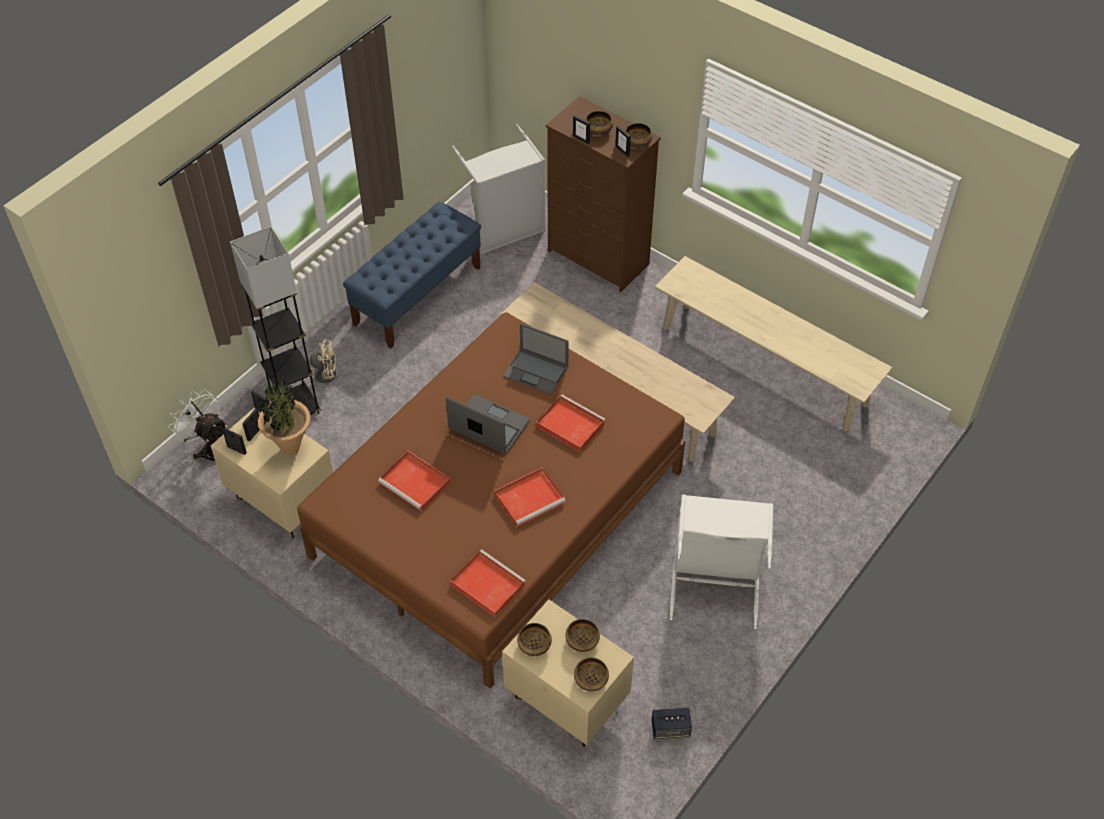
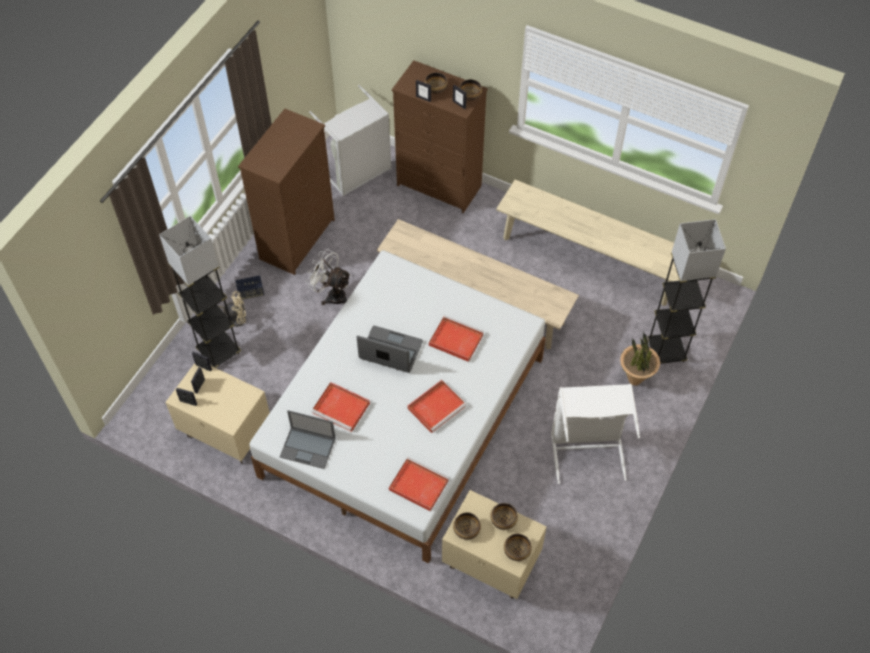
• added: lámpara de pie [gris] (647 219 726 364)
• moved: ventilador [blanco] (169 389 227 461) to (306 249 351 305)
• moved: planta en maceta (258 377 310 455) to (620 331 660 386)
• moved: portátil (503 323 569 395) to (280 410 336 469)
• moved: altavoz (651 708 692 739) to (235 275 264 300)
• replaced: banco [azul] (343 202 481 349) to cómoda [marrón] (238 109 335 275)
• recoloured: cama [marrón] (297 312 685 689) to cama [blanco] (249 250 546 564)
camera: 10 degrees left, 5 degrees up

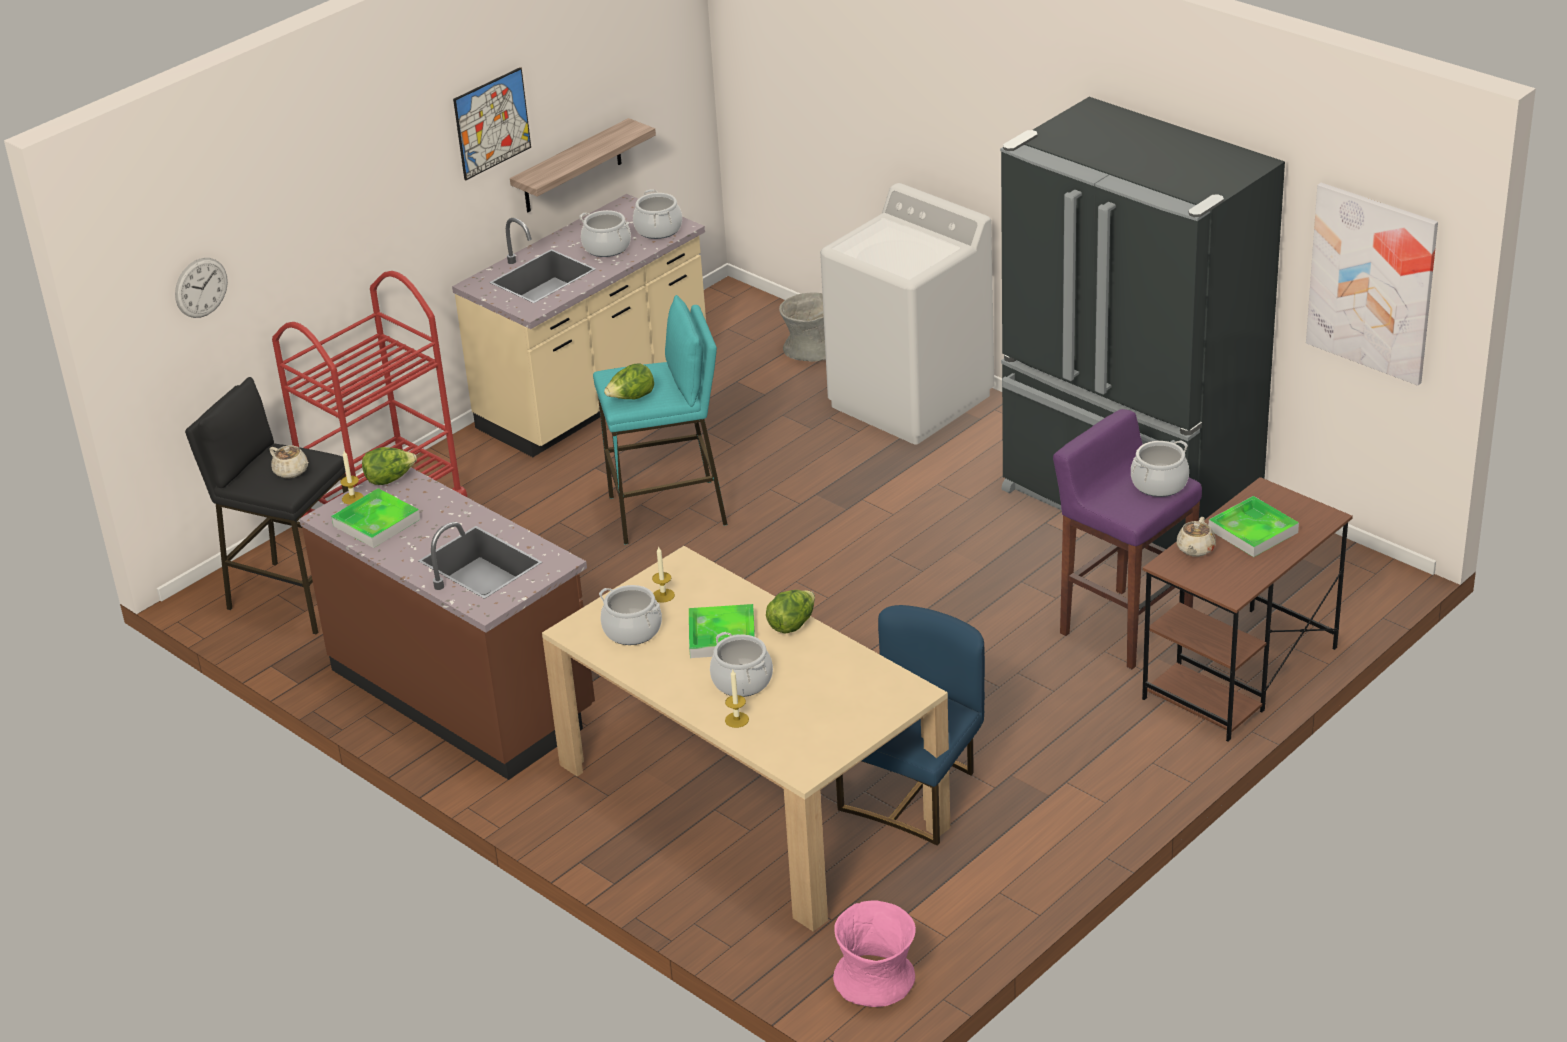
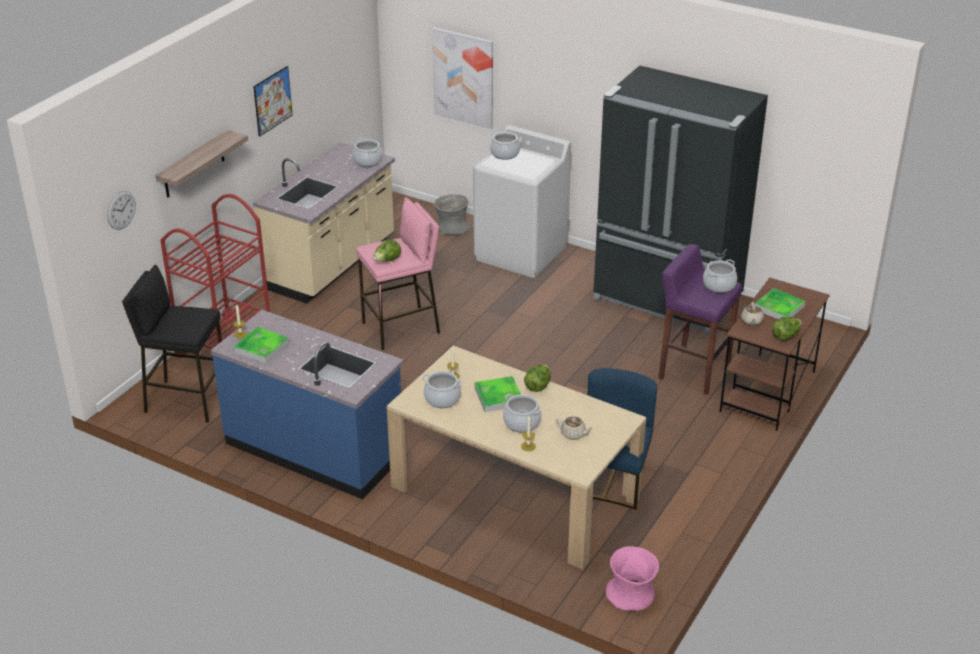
• moved: tetera [beis] (269 445 309 478) to (556 416 594 440)
• moved: lechuga (362 447 417 485) to (772 317 802 340)
• moved: estante (510 118 656 212) to (155 130 248 197)
• moved: olla (579 210 631 257) to (489 132 521 160)
• moved: cuadro (1306 183 1438 386) to (432 27 493 129)
• recoloured: mueble bajo de cocina [marrón] (299 468 595 780) to mueble bajo de cocina [azul] (211 310 404 499)
• recoloured: taburete [turquesa] (593 295 728 545) to taburete [rosa] (356 197 440 351)
camera: 15 degrees left, 0 degrees up

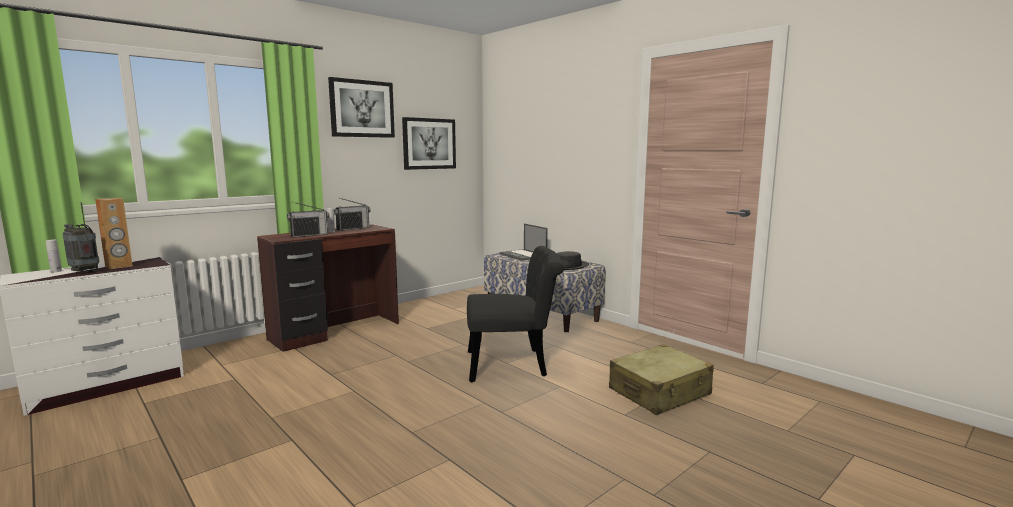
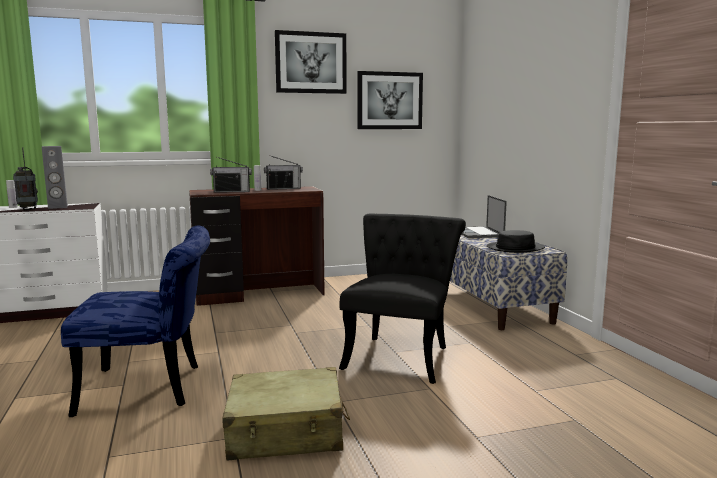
• added: silla [azul] (61 225 210 417)
• moved: maleta [beis] (609 344 714 415) to (223 367 350 460)
• recoloured: altavoz [marrón] (95 198 133 269) to altavoz [gris] (42 146 68 209)
• turned: silla [negro] (467 246 564 382) = (339 213 466 384) 90 degrees counterclockwise
camera: 25 degrees right, 0 degrees up

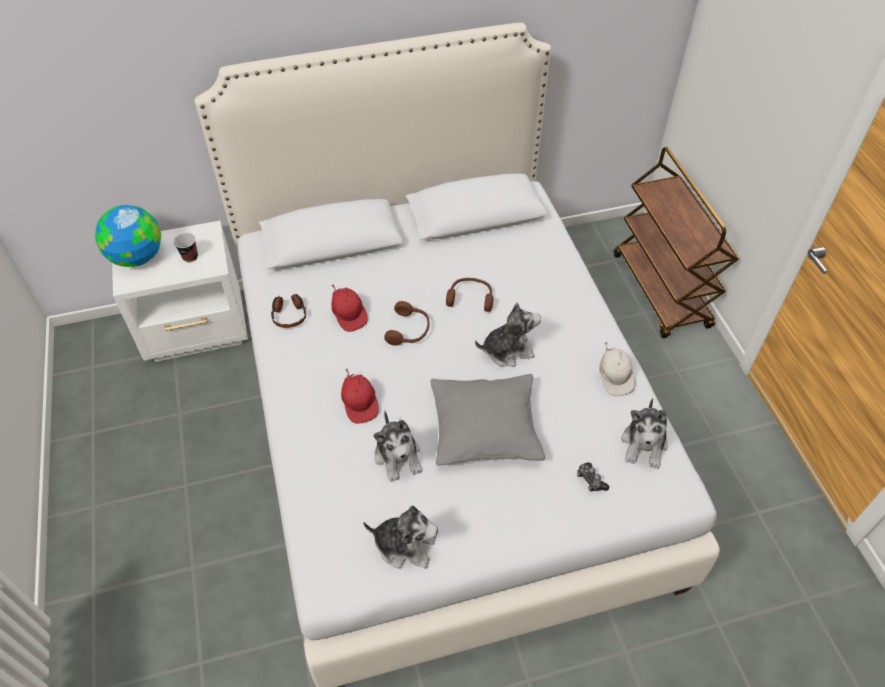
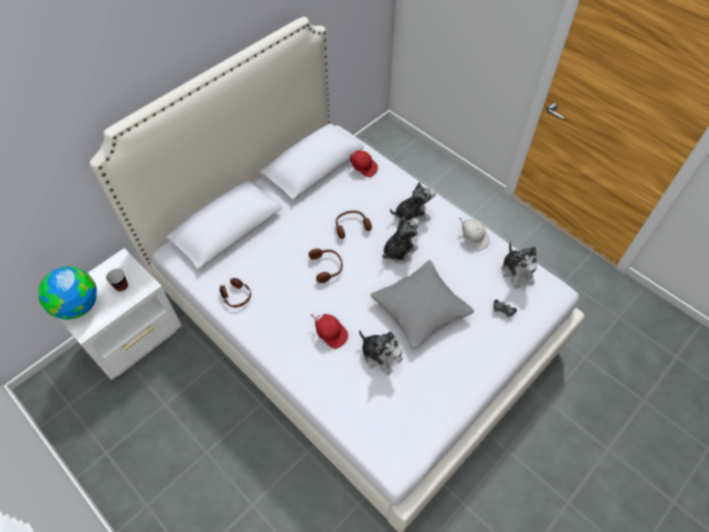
• removed: carrito [marrón] (614 147 739 338)
• moved: gorra [rojo] (331 285 368 332) to (347 150 378 177)
• moved: peluche (363 505 438 569) to (390 182 436 221)
camera: 30 degrees left, 5 degrees up

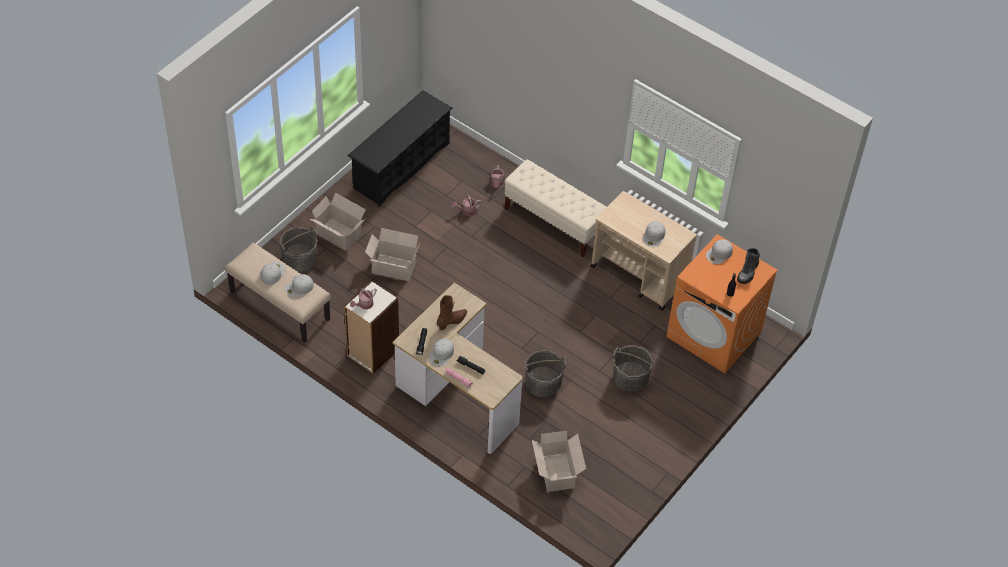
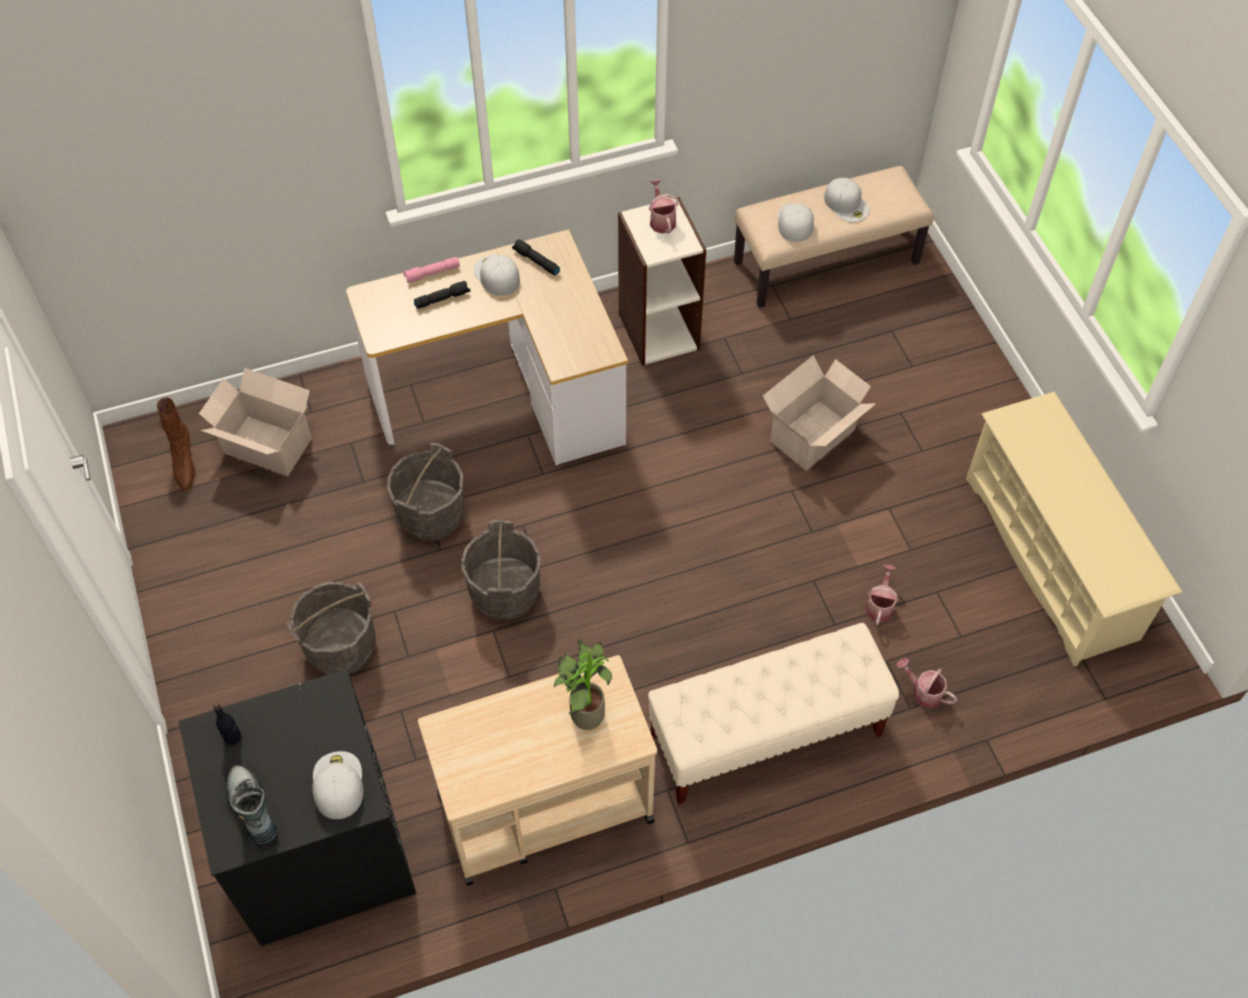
• removed: caja de cartón (310 193 366 250)
• removed: gorra [blanco] (642 221 665 247)
• added: planta en maceta (553 639 612 730)
• moved: cubo [gris] (279 227 318 273) to (461 520 541 621)
• moved: bota [marrón] (437 295 467 330) to (157 397 196 491)
• recoloured: zapatero [negro] (348 90 452 207) to zapatero [beis] (966 391 1183 666)
• recoloured: lavadora [naranja] (666 234 778 373) to lavadora [negro] (179 669 416 946)
camera: 125 degrees right, 5 degrees up

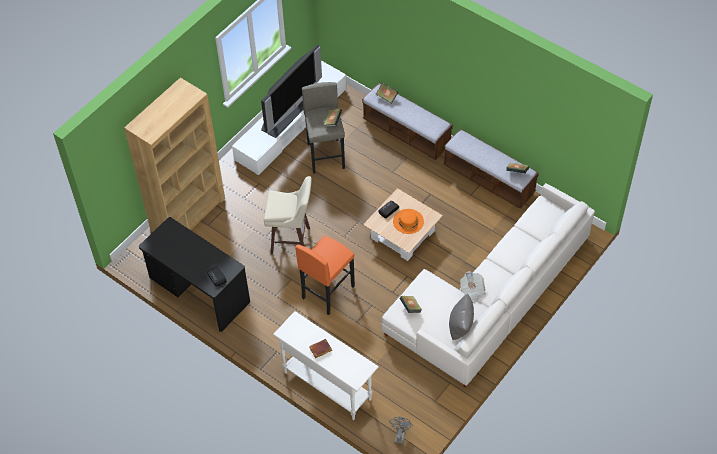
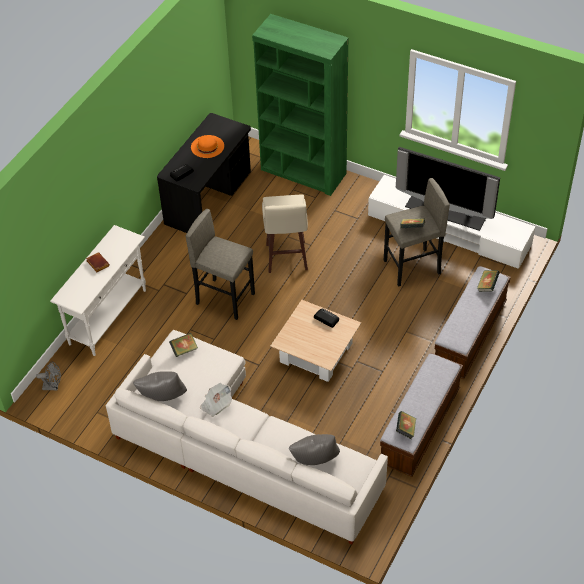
• added: cojín [gris] (288 434 340 465)
• moved: sombrero [naranja] (393 209 424 234) to (191 135 224 158)
• recoloured: estantería [marrón] (124 78 225 232) to estantería [verde] (252 14 348 196)
• recoloured: taburete [naranja] (295 236 355 315) to taburete [gris] (186 209 255 320)
camera: 80 degrees right, 5 degrees down

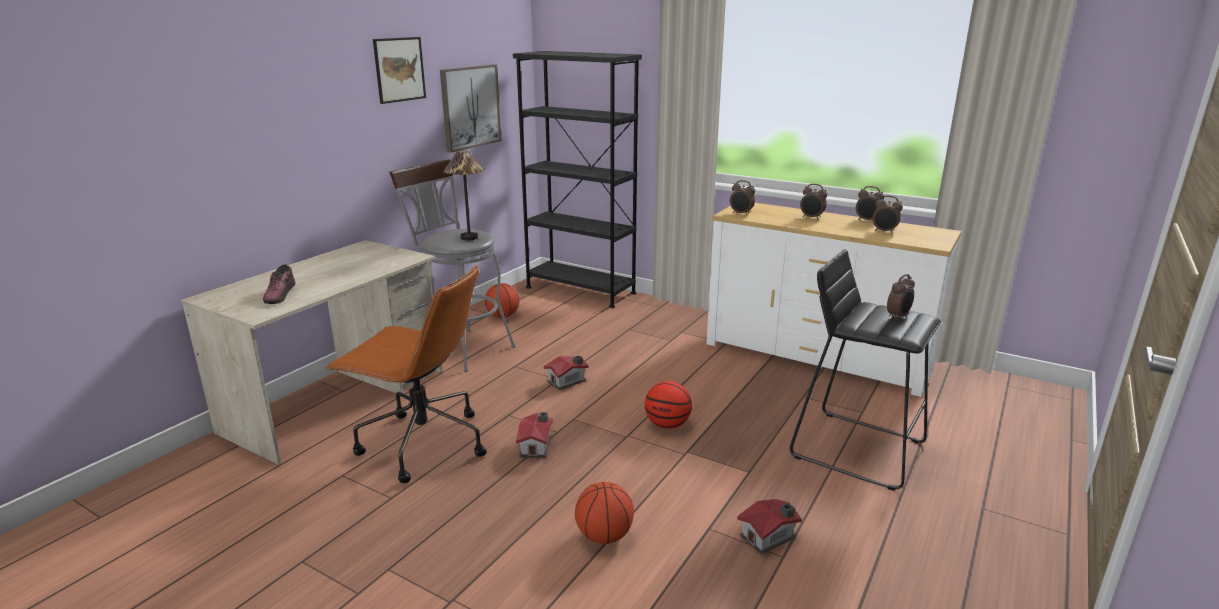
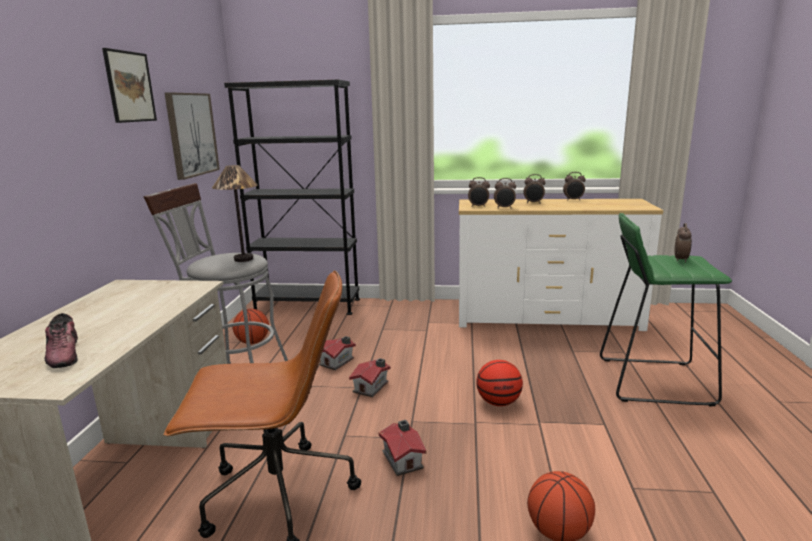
• moved: casita (737 499 802 554) to (319 336 356 370)
• moved: despertador (872 196 903 233) to (494 178 516 209)
• recoloured: taburete [negro] (790 249 941 491) to taburete [verde] (600 213 732 406)
camera: 25 degrees left, 5 degrees down

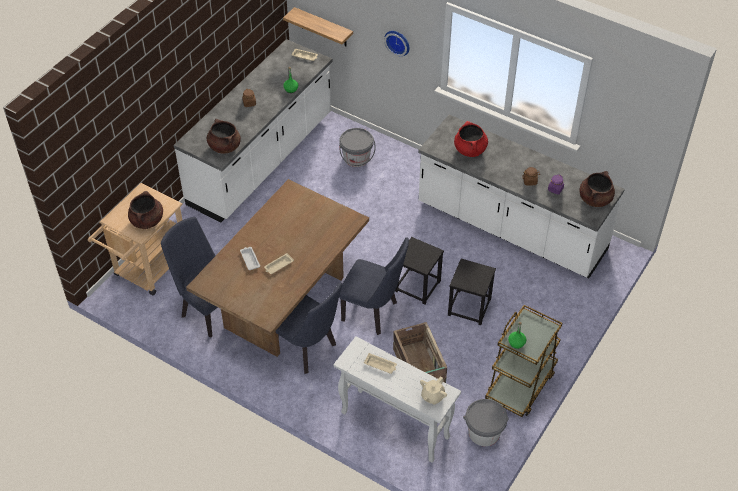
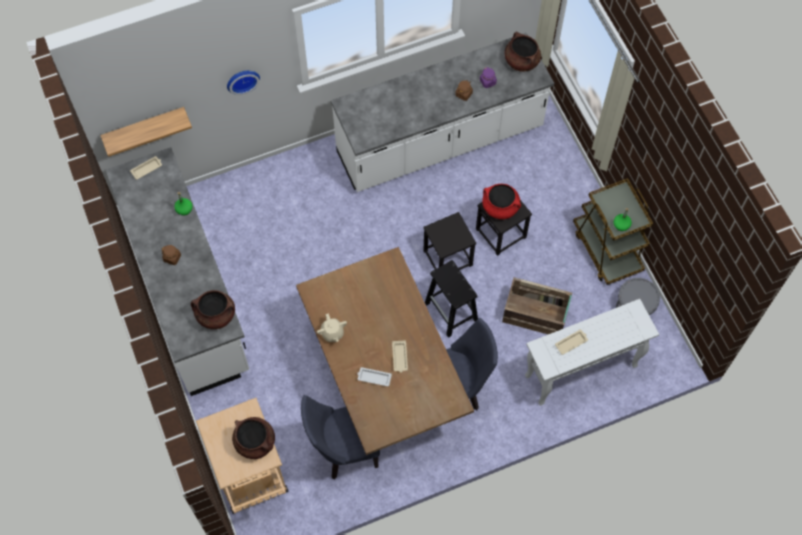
• removed: cubo [gris] (339 128 376 167)
• moved: tetera [beis] (420 376 447 405) to (317 313 347 342)
• moved: olla [rojo] (454 121 488 157) to (482 184 521 219)
• replaced: silla [azul] (339 237 409 335) to taburete [negro] (425 260 478 338)
camera: 55 degrees left, 15 degrees up

